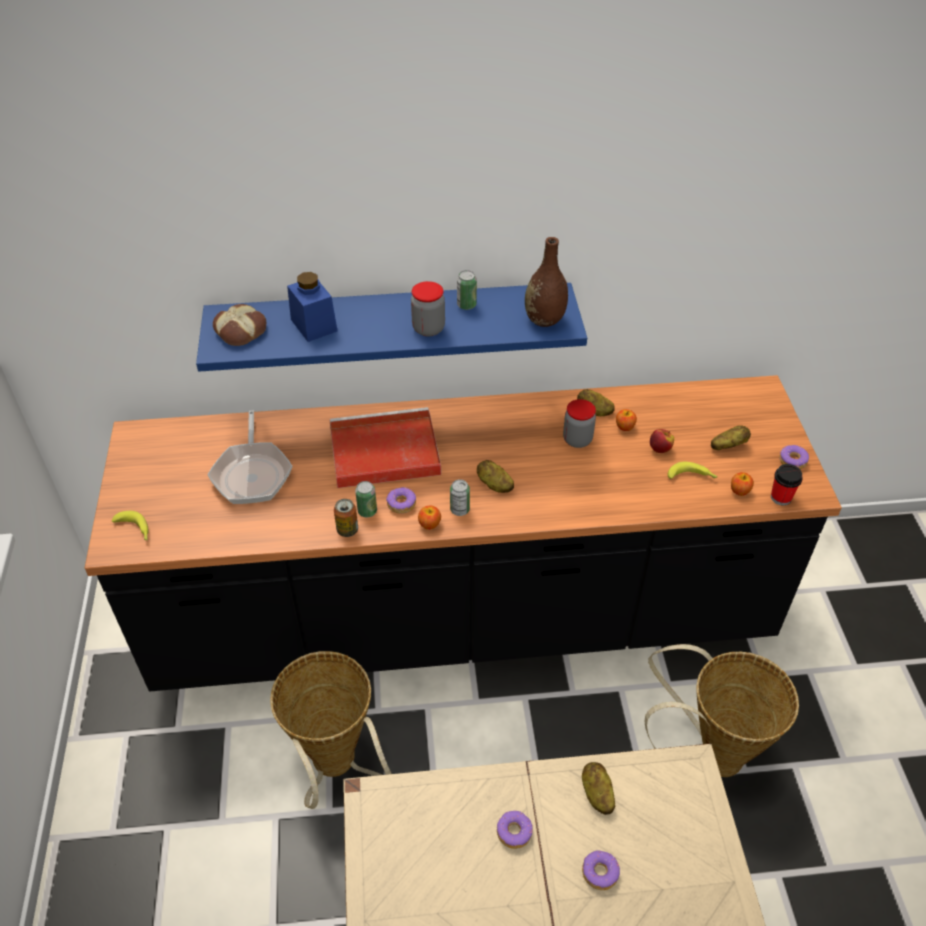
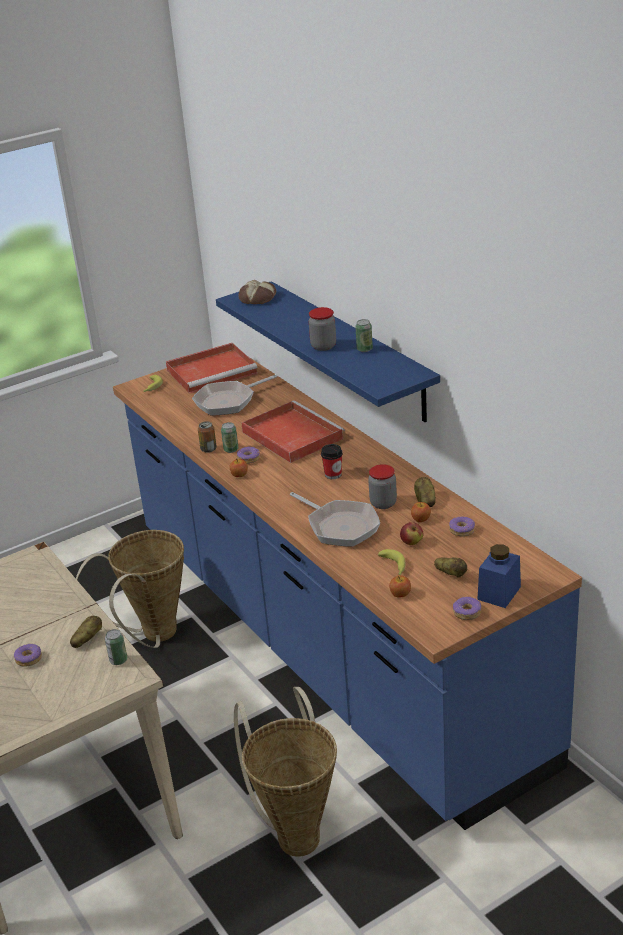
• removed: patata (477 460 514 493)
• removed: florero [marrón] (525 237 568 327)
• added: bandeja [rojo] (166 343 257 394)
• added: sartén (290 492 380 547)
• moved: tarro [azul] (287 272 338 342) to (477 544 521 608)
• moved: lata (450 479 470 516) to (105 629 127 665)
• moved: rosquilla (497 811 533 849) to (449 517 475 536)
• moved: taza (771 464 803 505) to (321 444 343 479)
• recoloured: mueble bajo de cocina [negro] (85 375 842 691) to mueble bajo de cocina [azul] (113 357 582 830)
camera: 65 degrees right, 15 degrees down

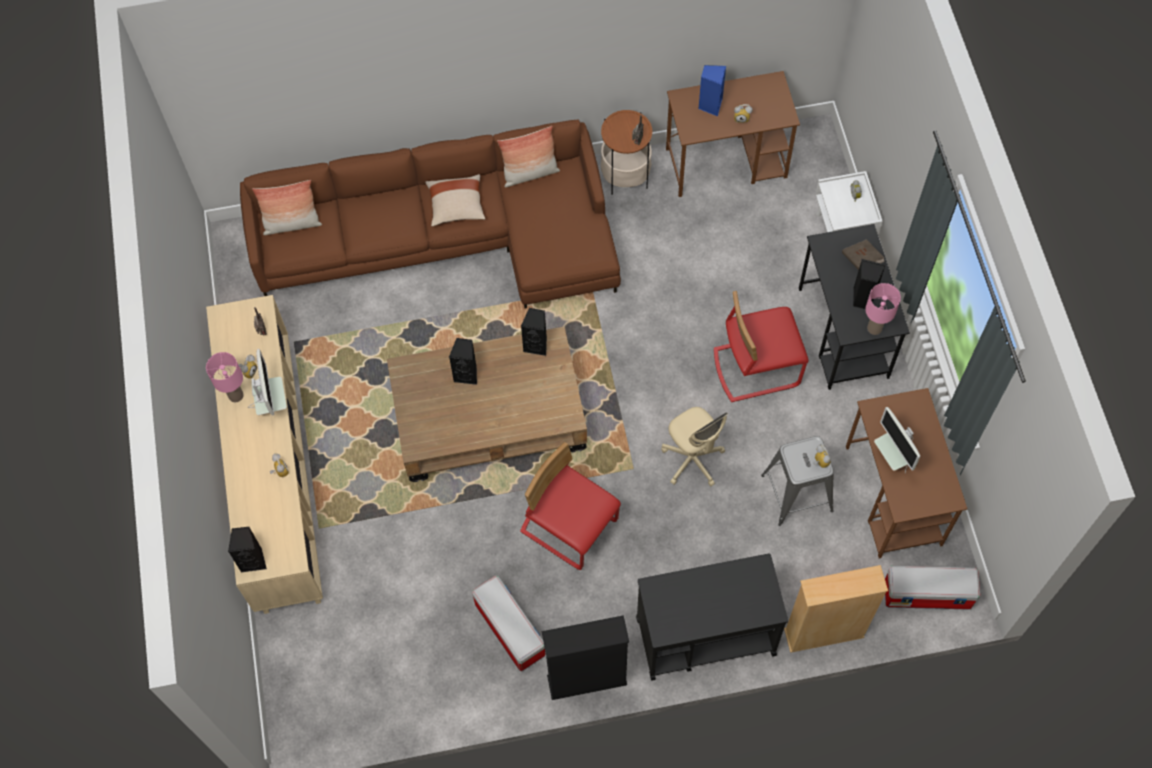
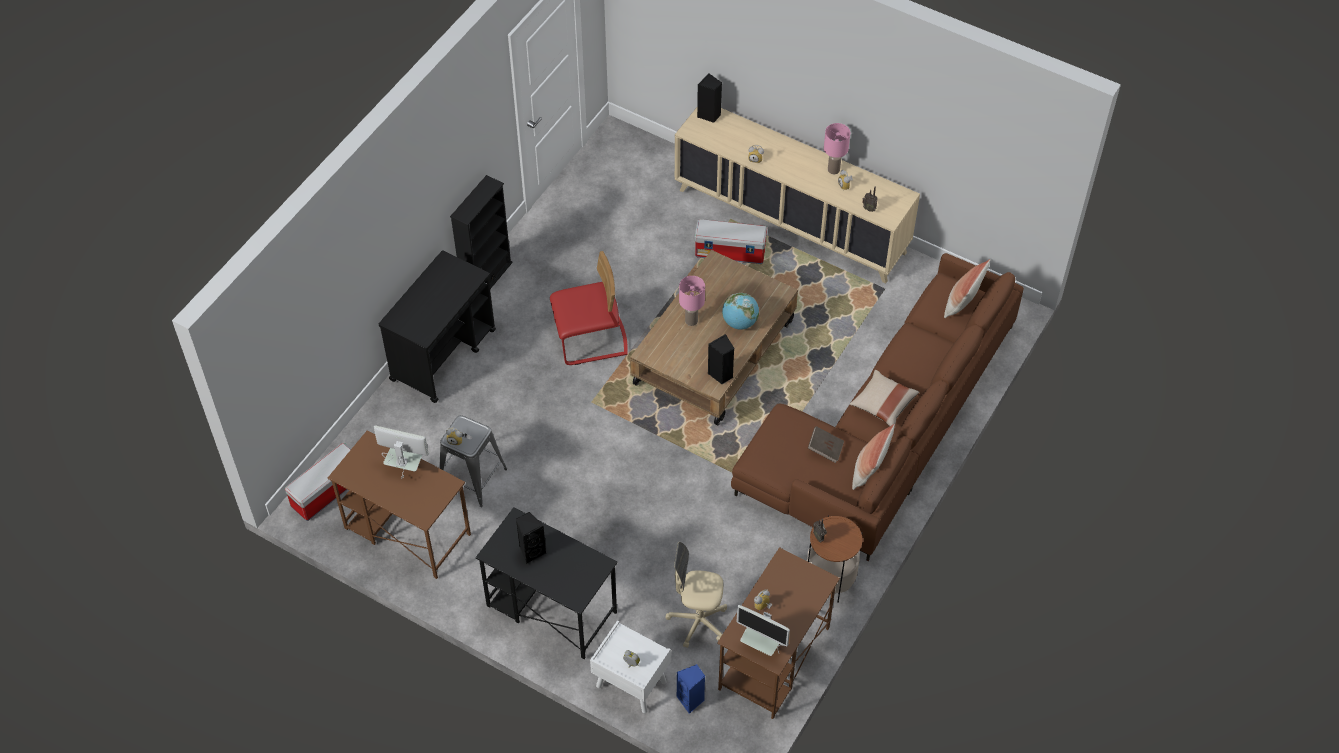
• removed: silla [rojo] (714 291 809 402)
• removed: estantería [beis] (784 565 888 653)
• moved: monitor (248 349 287 416) to (737 605 790 656)
• moved: caja de almacenaje (472 576 545 671) to (695 219 767 264)
• moved: silla de oficina [beis] (661 407 728 486) to (665 542 727 648)
• moved: altavoz [azul] (698 65 726 116) to (677 664 705 714)
• moved: libro [marrón] (842 239 885 270) to (808 426 844 463)
• moved: lámpara de mesa [rosa] (865 283 901 335) to (679 276 705 326)
• replaced: altavoz [negro] (449 338 477 385) to globo terráqueo (722 293 759 330)
camera: 130 degrees right, 10 degrees down

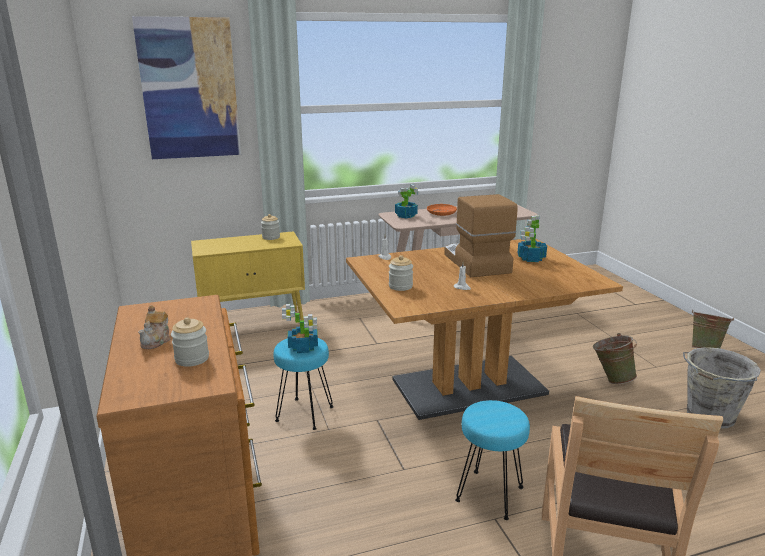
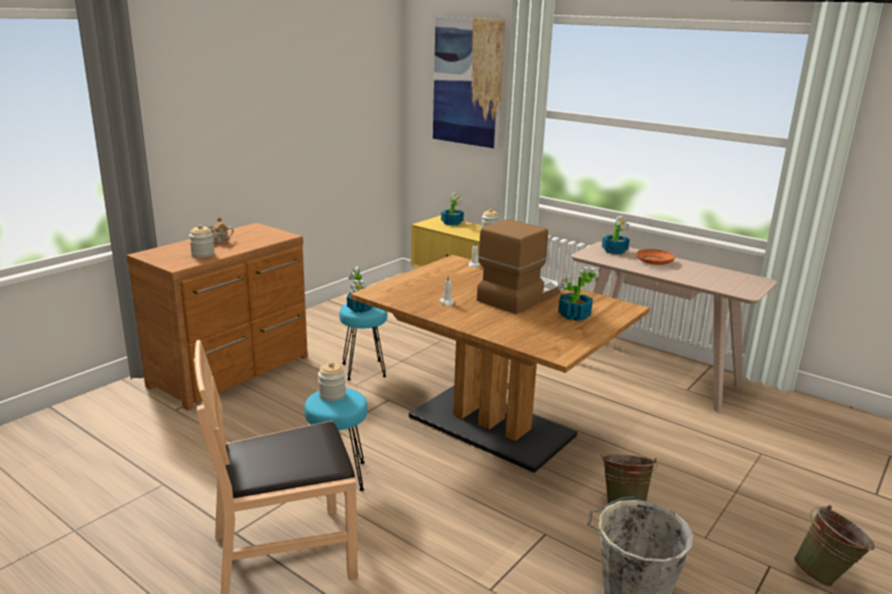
• added: planta en maceta (441 193 464 226)
• moved: tarro (389 255 413 291) to (318 362 346 401)
camera: 55 degrees right, 0 degrees up

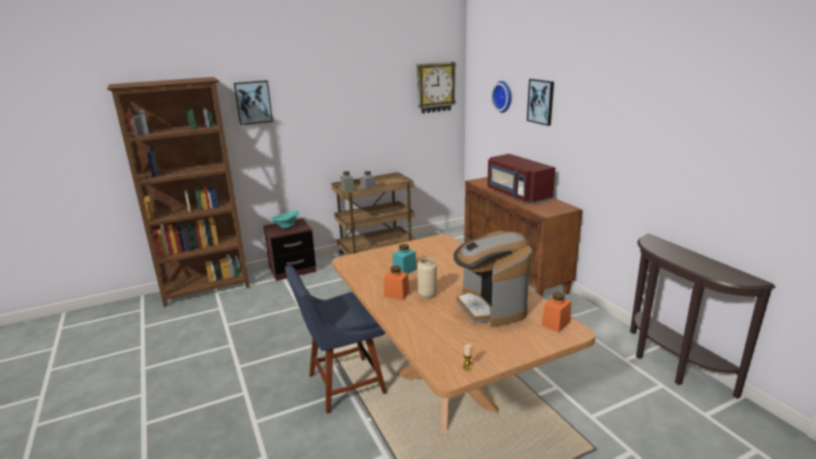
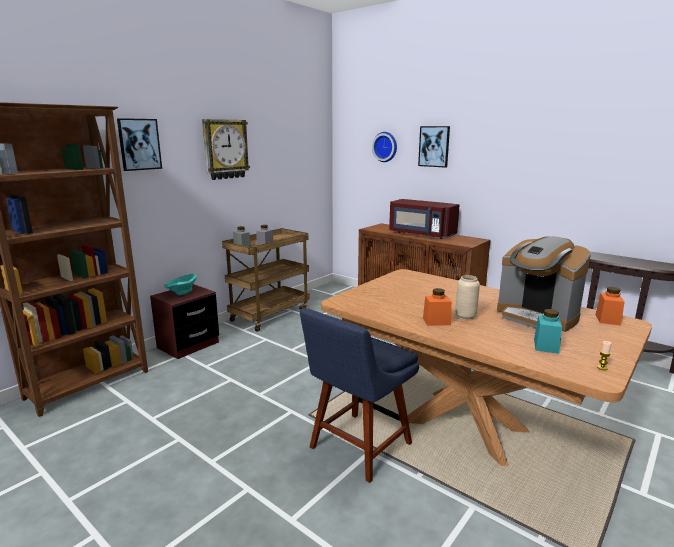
• moved: tarro [turquesa] (393 244 417 274) to (534 309 562 354)
• moved: reloj de pared (417 62 456 114) to (202 119 250 180)
camera: 25 degrees left, 5 degrees down

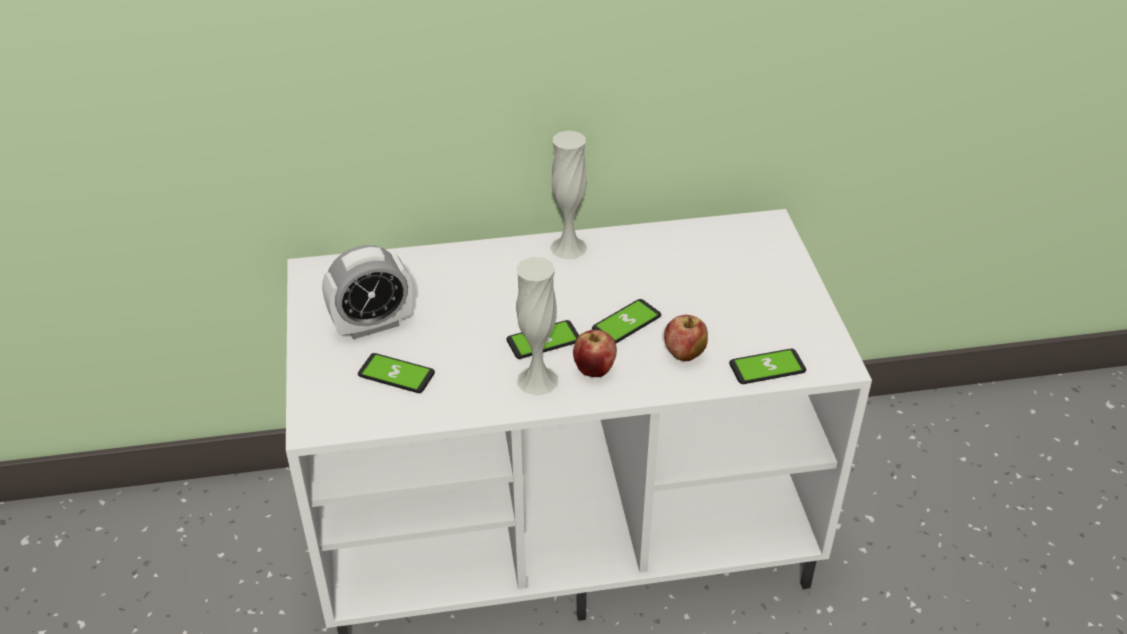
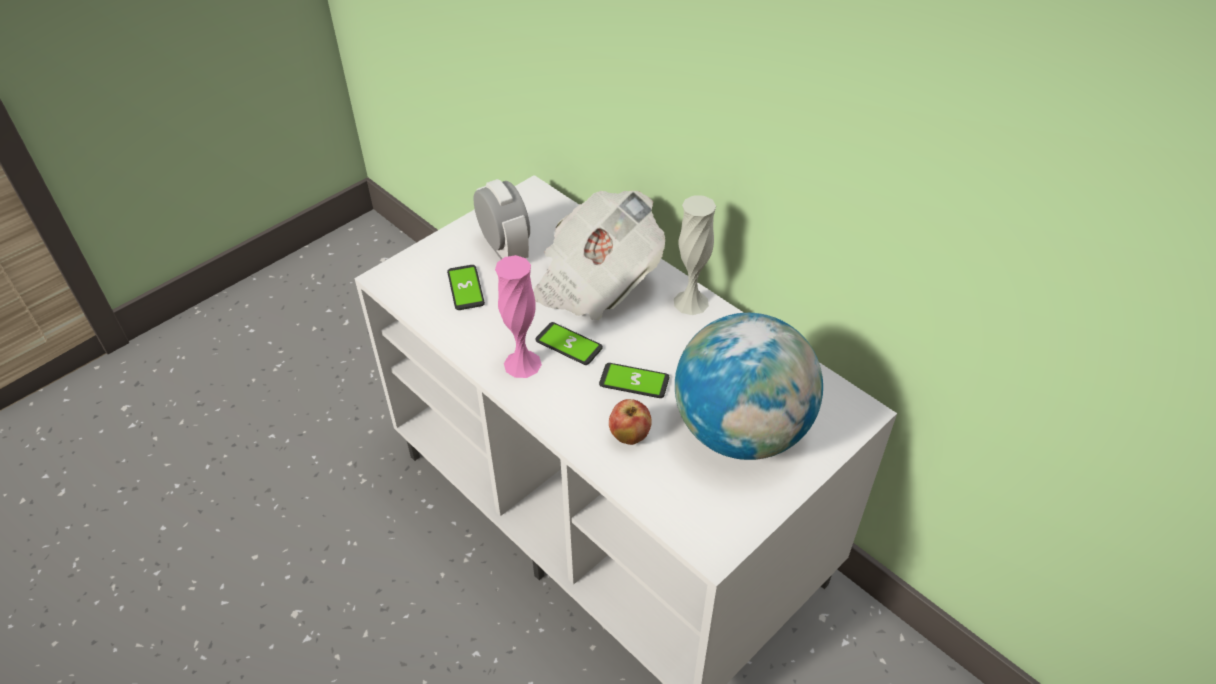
• removed: manzana (573 330 617 377)
• removed: móvil (729 349 806 384)
• added: periódico (533 191 665 320)
• added: globo terráqueo (675 313 823 460)
• recoloured: florero [blanco] (516 257 558 396) to florero [rosa] (495 255 542 378)
• turned: despertador (322 245 413 339) = (473 179 530 259) 150 degrees counterclockwise
camera: 55 degrees right, 5 degrees up

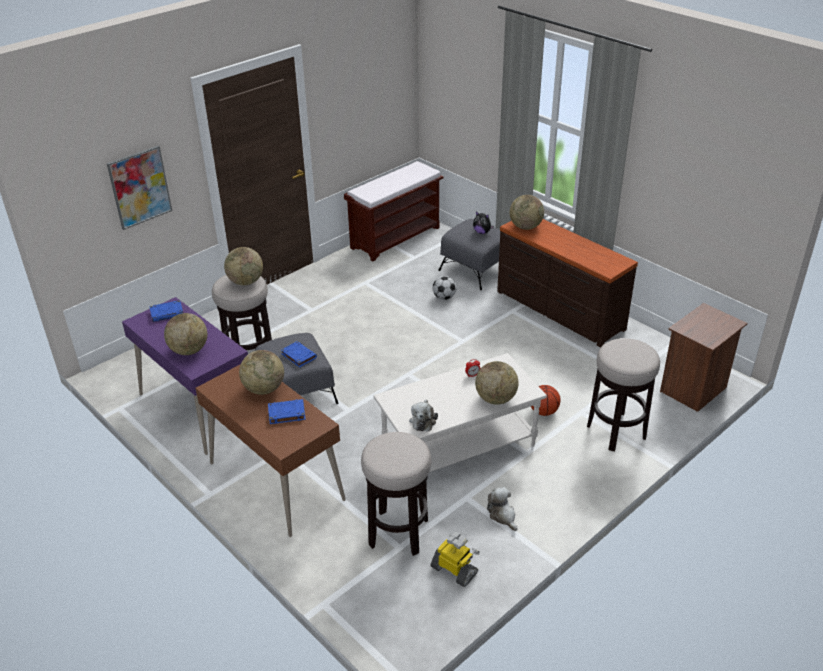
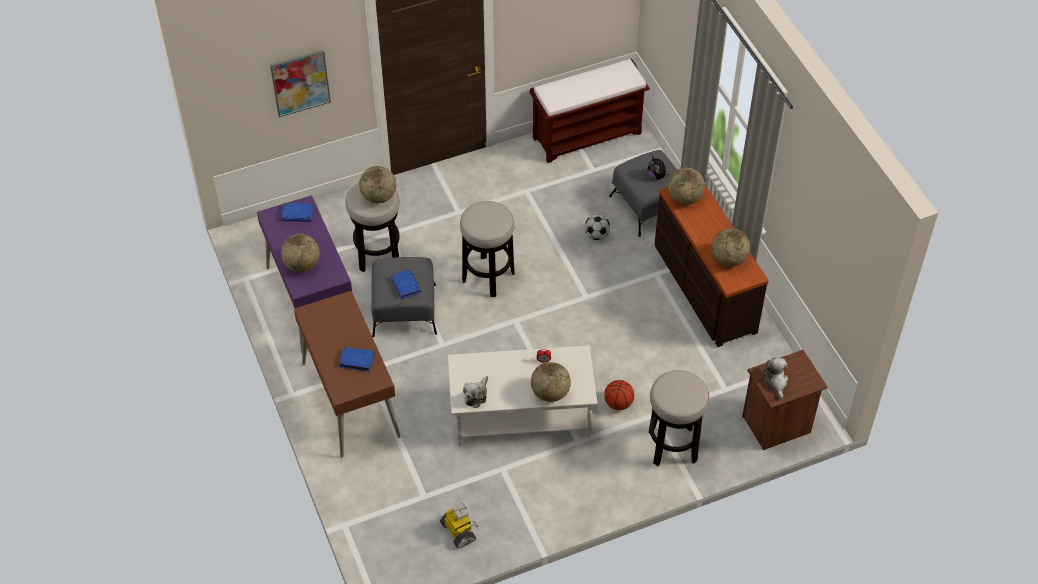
• moved: globo terráqueo (239 350 284 395) to (712 228 750 267)
• moved: taburete (361 432 431 556) to (460 201 515 297)
• moved: peluche (487 487 517 531) to (763 357 788 399)
camera: 20 degrees right, 15 degrees up

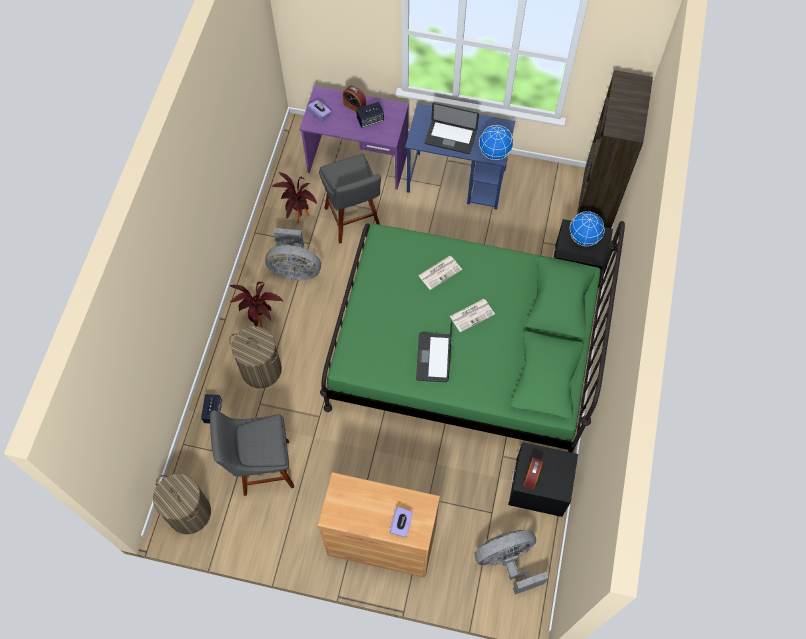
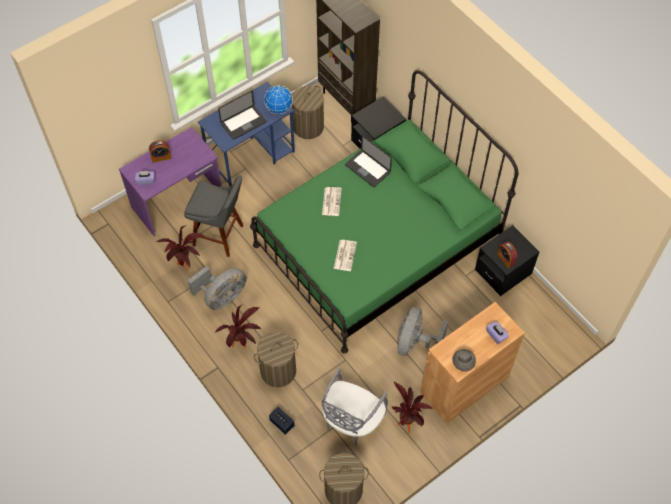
• removed: altavoz (356 102 384 128)
• removed: globo terráqueo (570 211 605 246)
• added: cesto de la ropa (292 86 324 139)
• added: planta en maceta (392 381 432 433)
• added: cuenco [gris] (452 349 476 372)
• moved: portátil (416 321 452 382) to (345 135 392 187)
• moved: periódico (450 299 495 332) to (334 240 357 271)
• moved: ventilador [gris] (475 530 549 594) to (397 307 448 356)
• replaced: taburete [gris] (210 410 294 496) to silla [gris] (322 368 388 445)
camera: 50 degrees left, 5 degrees down

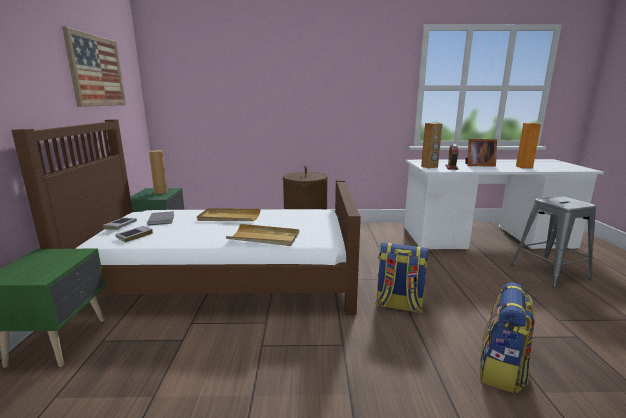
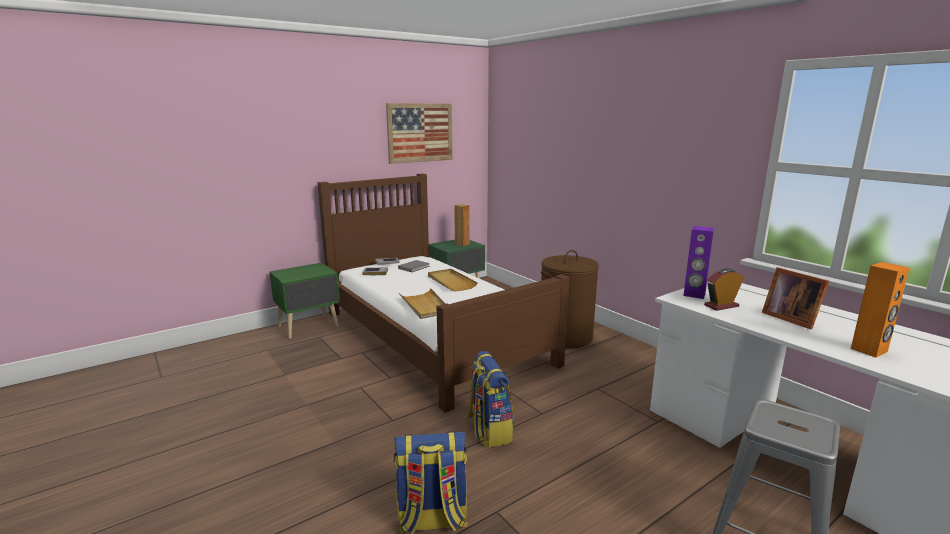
• recoloured: altavoz [marrón] (421 123 442 169) to altavoz [morado] (683 226 714 299)
camera: 55 degrees right, 0 degrees up

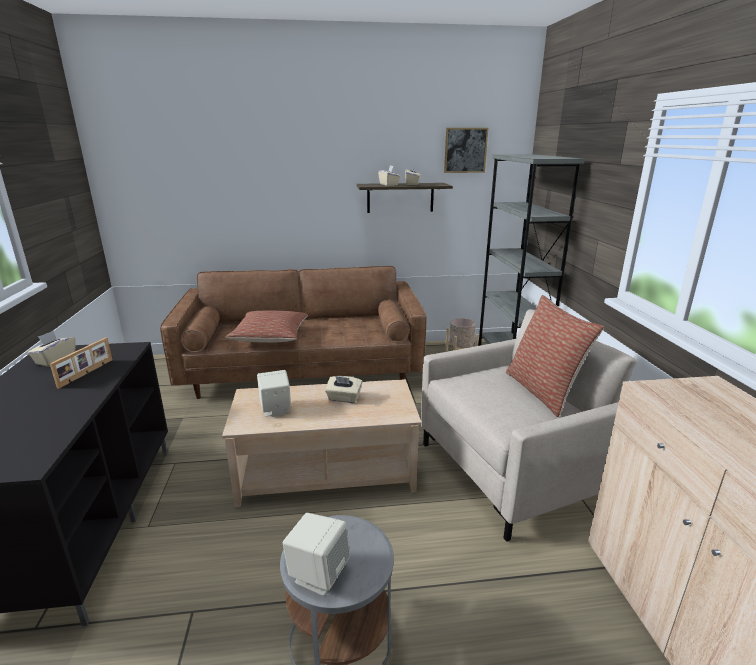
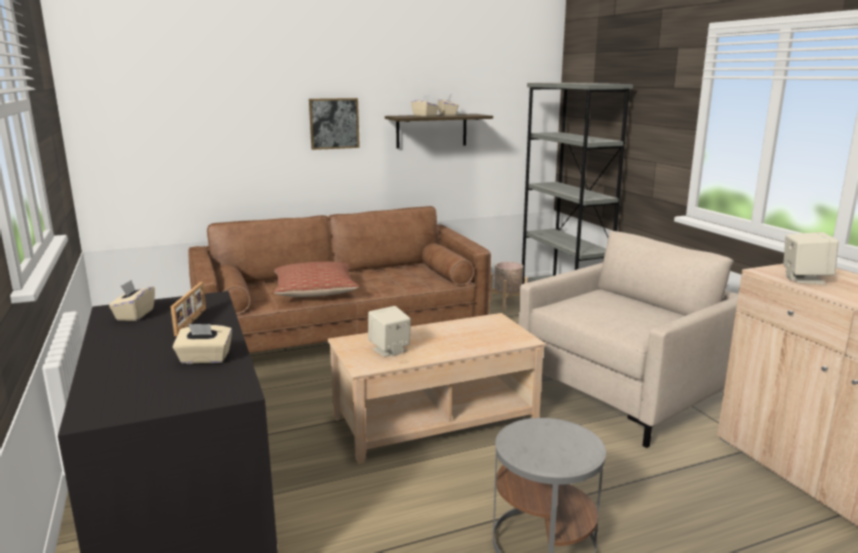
• removed: cojín (506 295 604 417)
• moved: altavoz [beis] (283 513 350 596) to (783 232 839 284)
• moved: caja de pañuelos [beis] (325 376 362 403) to (173 324 232 364)
• moved: cuadro (444 128 488 173) to (309 98 360 150)
camera: 15 degrees left, 5 degrees down

